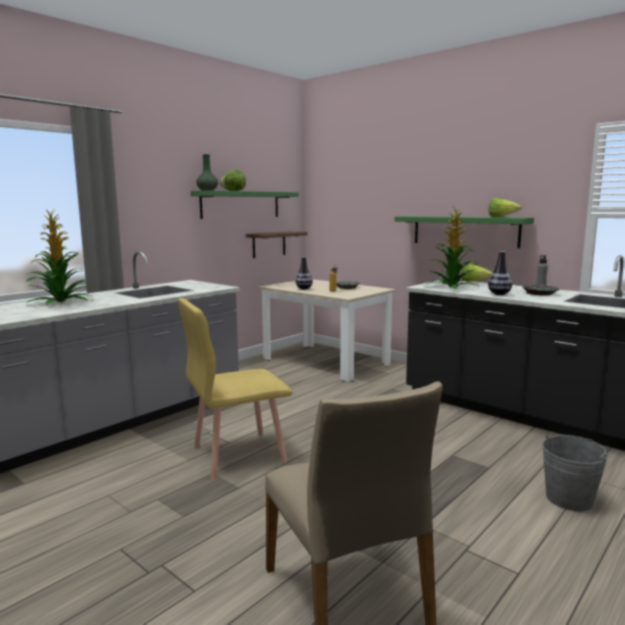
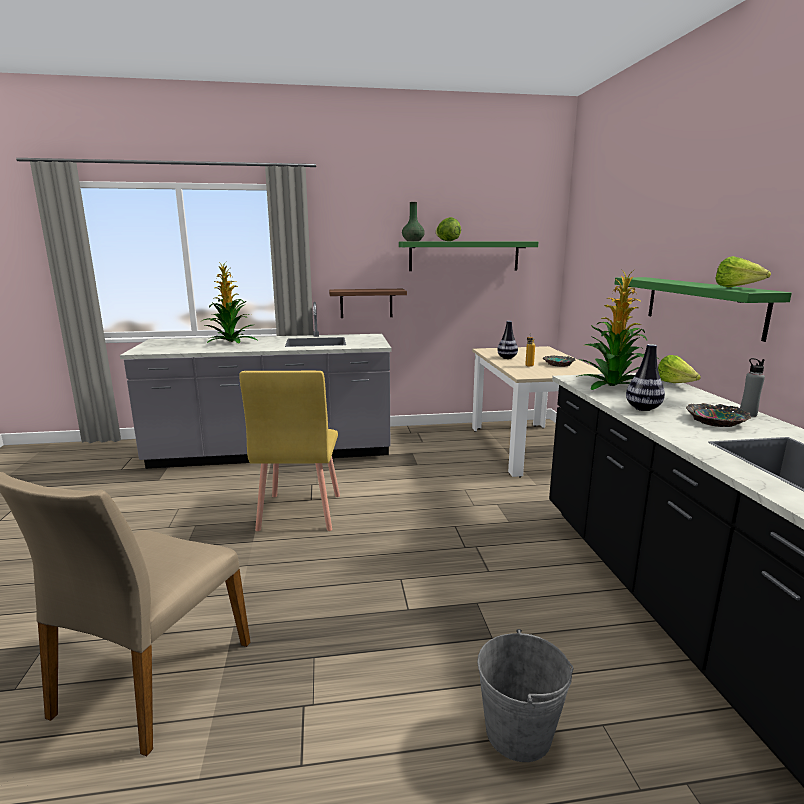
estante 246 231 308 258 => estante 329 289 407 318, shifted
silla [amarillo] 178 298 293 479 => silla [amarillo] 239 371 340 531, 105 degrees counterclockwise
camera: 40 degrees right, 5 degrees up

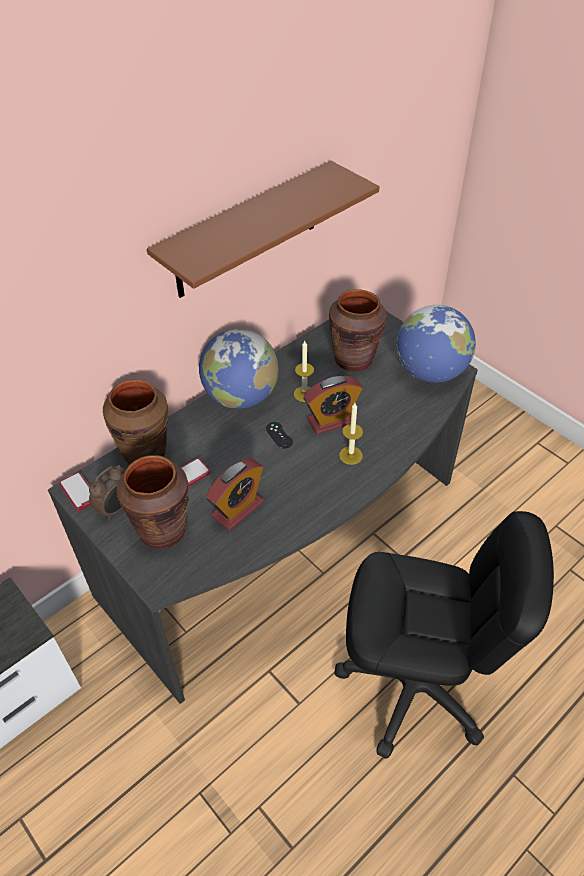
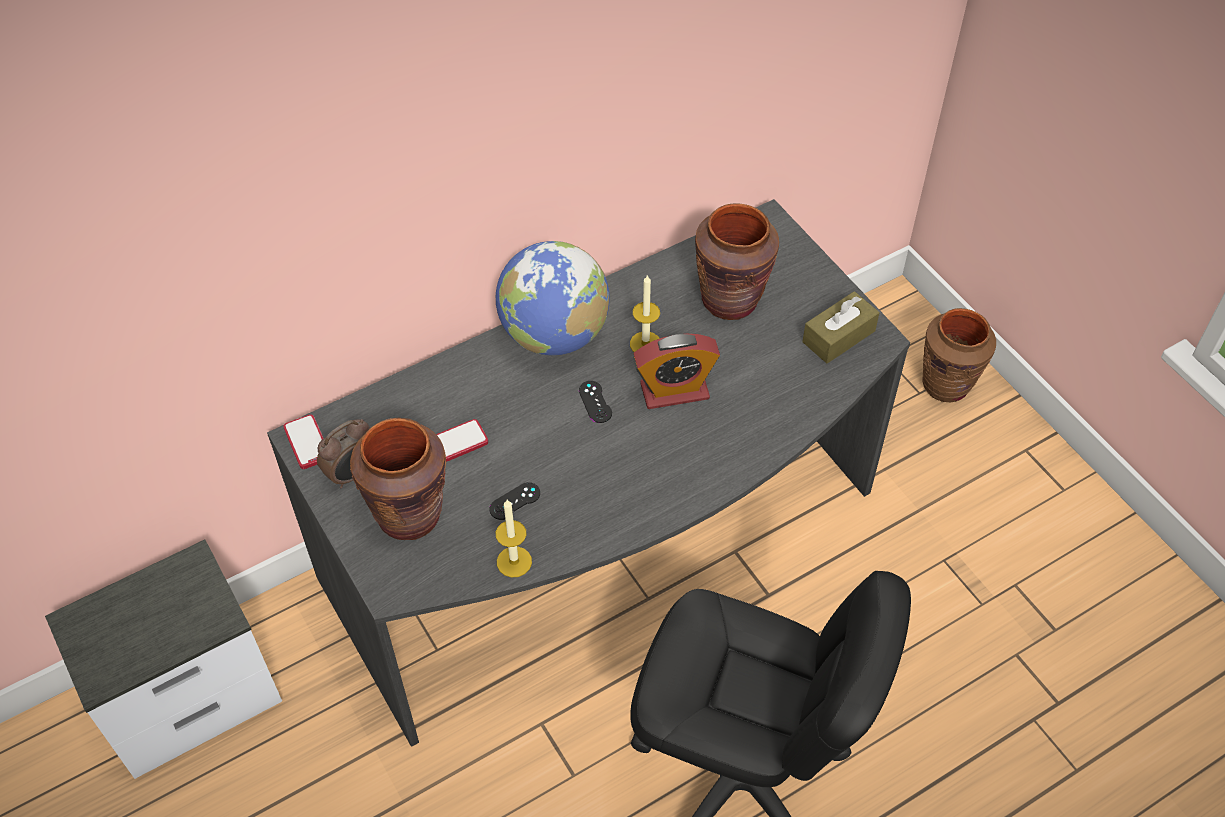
estante [marrón] 147 161 380 298 => nothing
florero [marrón] 103 380 168 465 => florero [marrón] 922 308 996 403, shifted
vela 339 403 363 465 => vela 496 500 532 578, shifted
despertador 206 458 264 530 => mando de consola [negro] 489 482 540 520
globo terráqueo 397 305 476 383 => caja de pañuelos [marrón] 802 291 879 364
camera: 10 degrees right, 5 degrees up

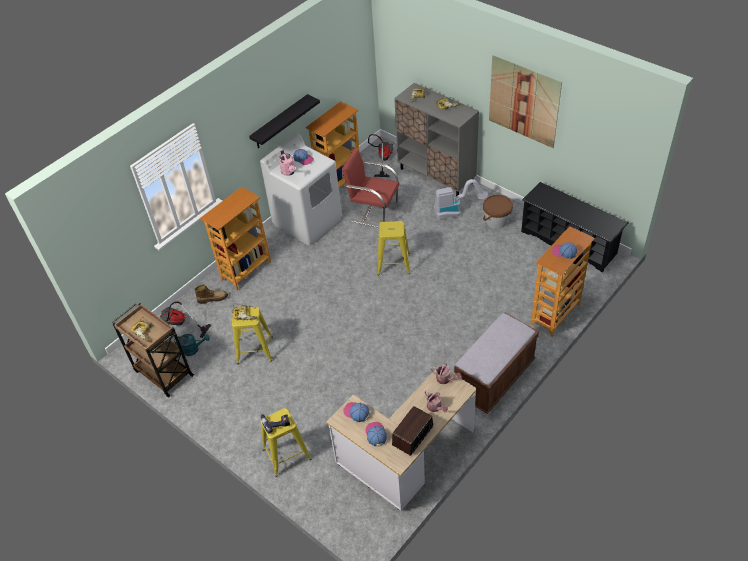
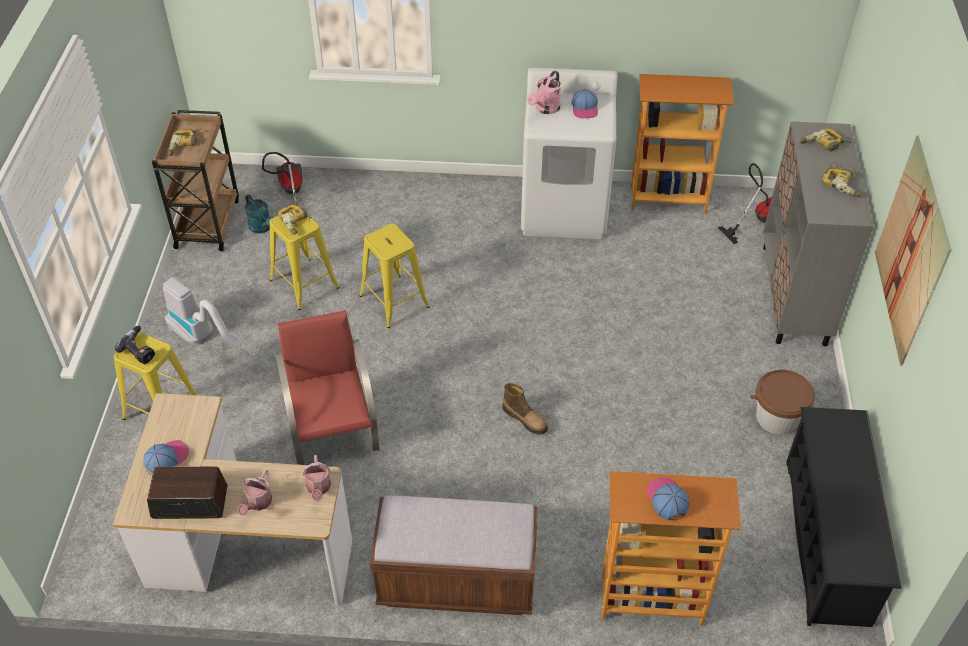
estantería 199 187 271 290 => nothing
estante [negro] 249 94 320 148 => nothing
gorra 343 402 370 422 => nothing
bota 194 285 228 304 => bota 502 383 548 435, shifted
silla [rojo] 341 148 400 228 => silla [rojo] 276 310 380 465, shifted
taburete [amarillo] 378 221 410 275 => taburete [amarillo] 359 223 430 328, shifted
aspiradora 434 179 488 221 => aspiradora 163 277 239 350, shifted
camera: 50 degrees right, 0 degrees up

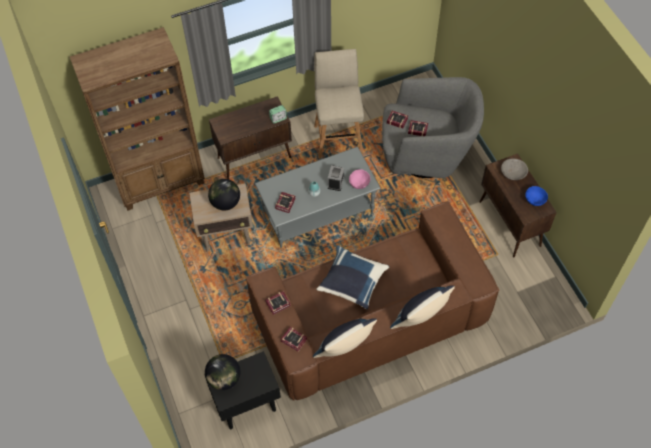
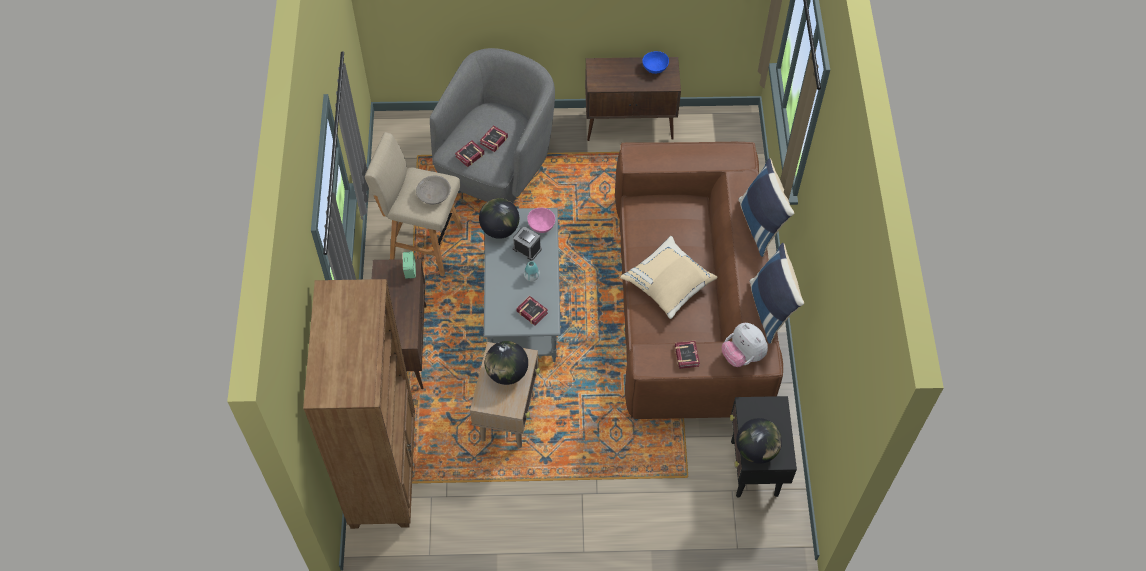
nothing => globo terráqueo 479 198 519 239
cuenco [gris] 501 159 528 180 => cuenco [gris] 416 176 451 204, shifted
libro 281 327 307 352 => peluche 722 323 768 367
cojín [azul] 316 245 390 309 => cojín [beis] 620 236 717 319
camera: 70 degrees left, 0 degrees up

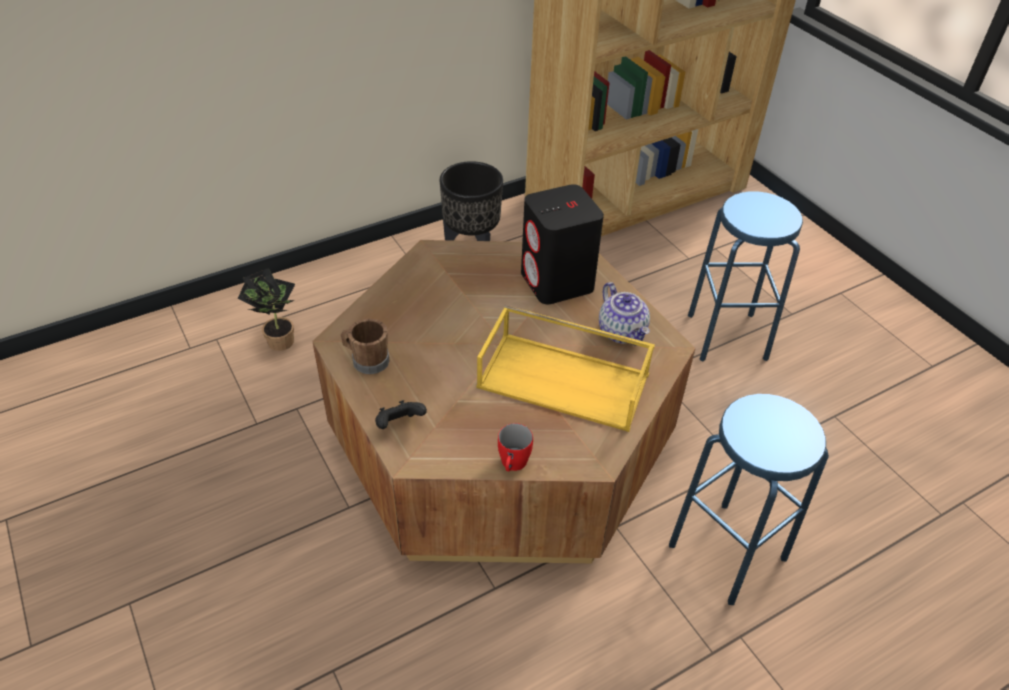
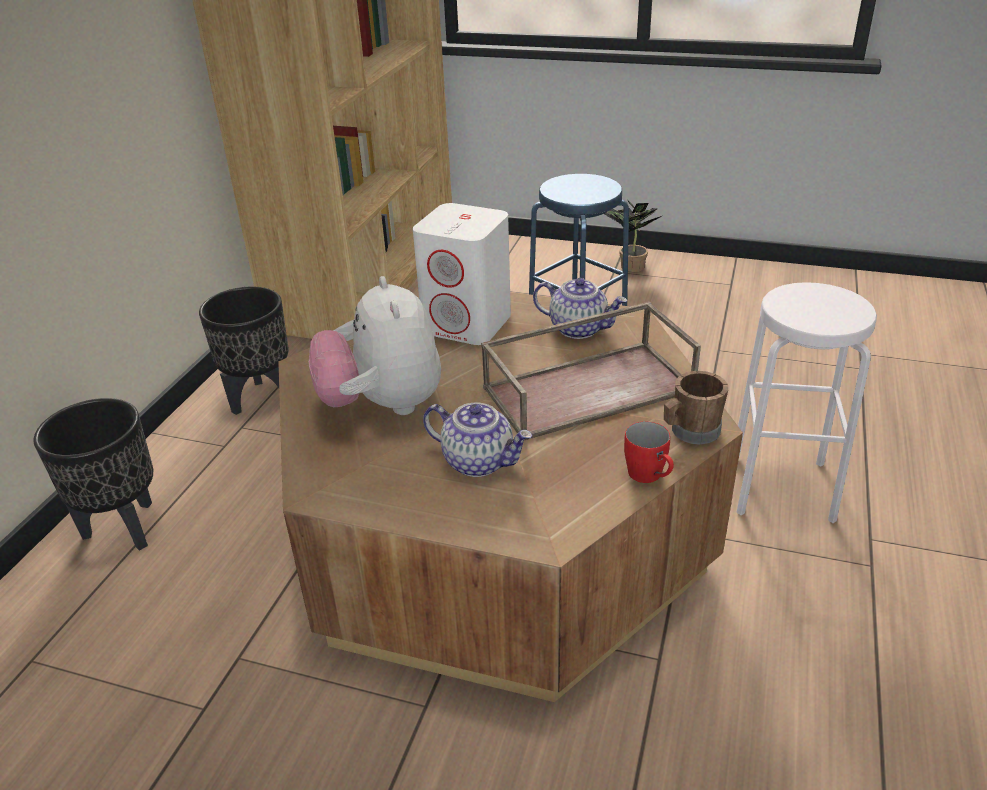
mando de consola [negro] 375 400 427 429 => nothing
nothing => maceta [negro] 33 398 153 551
nothing => peluche 309 276 441 415
nothing => tetera 423 402 532 477
planta en maceta 238 268 295 351 => planta en maceta 604 199 662 272, shifted
taza grande [marrón] 341 318 390 374 => taza grande [marrón] 664 371 728 445, shifted
bandeja [amarillo] 477 305 655 432 => bandeja [marrón] 481 302 701 440
altavoz [negro] 521 184 604 304 => altavoz [blanco] 413 203 511 345
taburete [azul] 669 394 829 605 => taburete [blanco] 737 282 877 523
camera: 40 degrees left, 10 degrees down

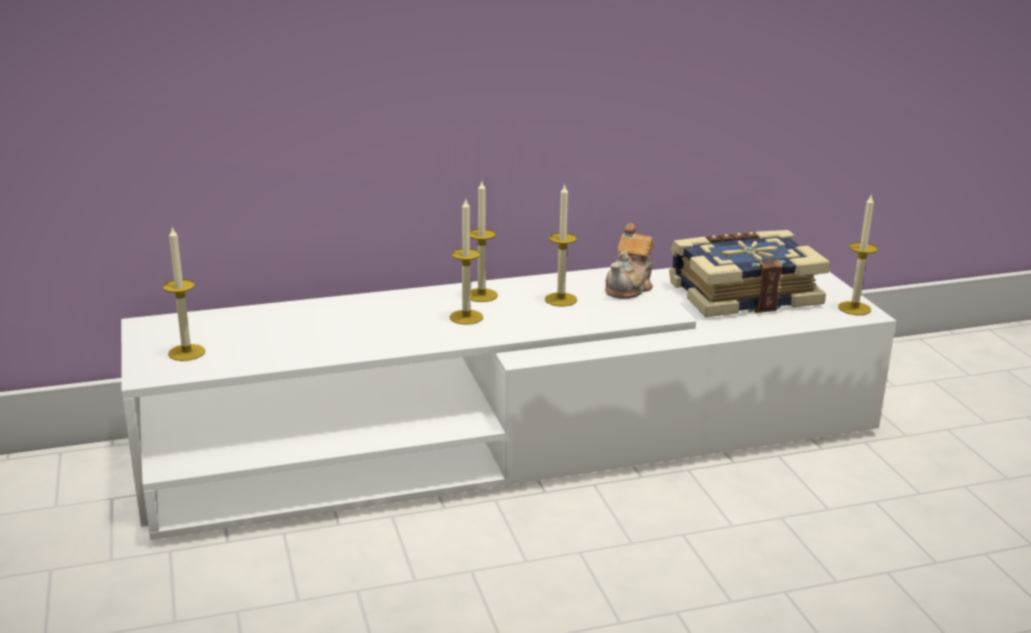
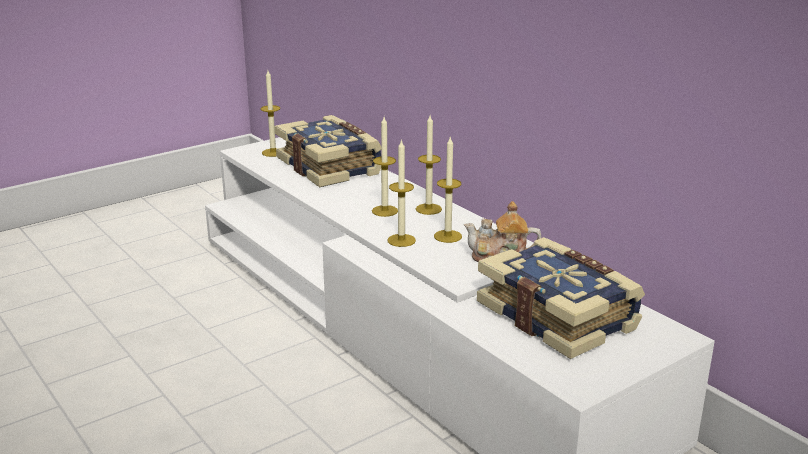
nothing => libro 275 115 382 187
vela 838 194 878 315 => vela 387 139 416 247, shifted
camera: 70 degrees right, 0 degrees up

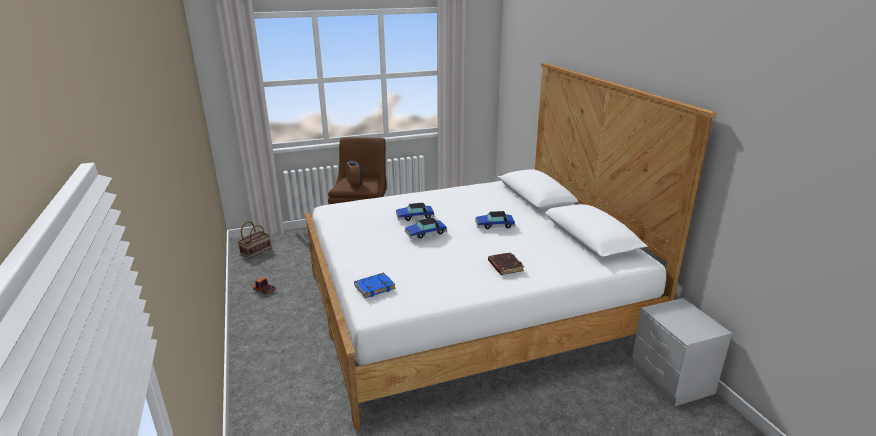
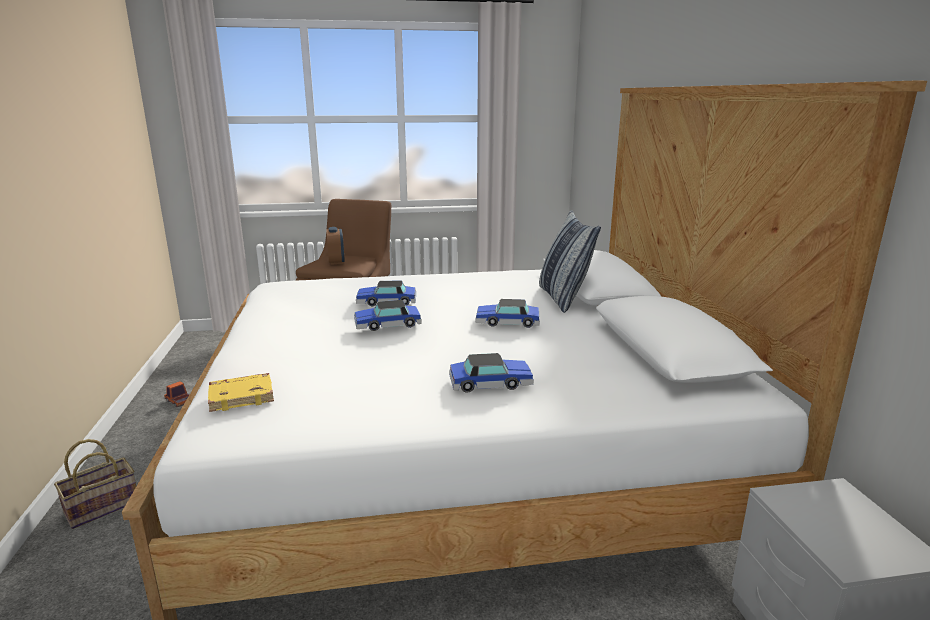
nothing => cojín 539 210 601 313
cesta 238 221 271 259 => cesta 54 439 136 529, shifted
libro [marrón] 488 252 524 275 => coche de juguete 449 353 534 393
libro [azul] 354 273 396 298 => libro [amarillo] 208 373 274 412
camera: 10 degrees right, 5 degrees down

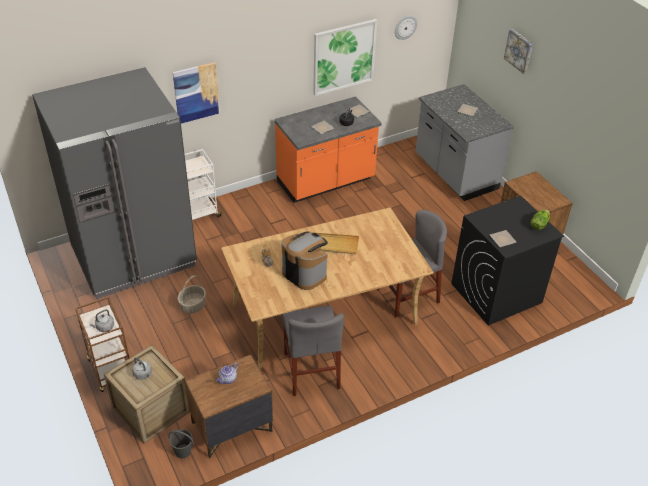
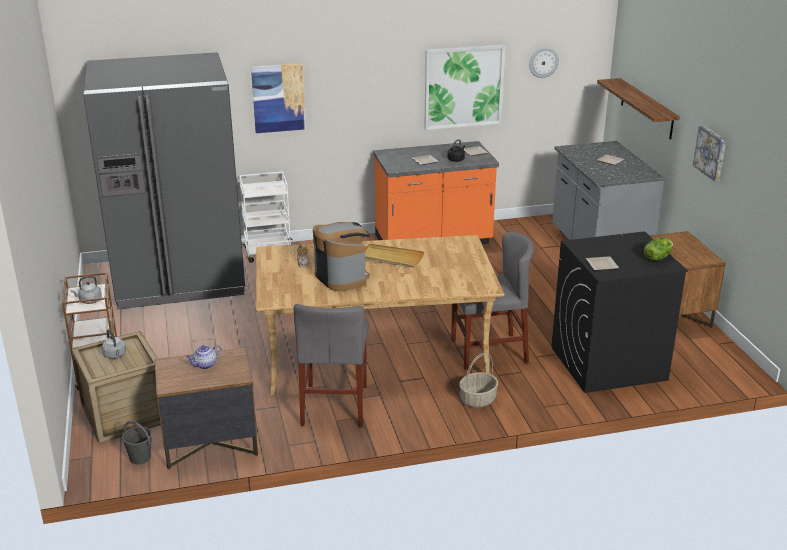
nothing => estante 597 78 680 140
cesta 178 275 206 314 => cesta 459 353 498 408, shifted
cuadro 504 29 533 74 => cuadro 693 125 726 181, shifted
camera: 15 degrees right, 15 degrees down

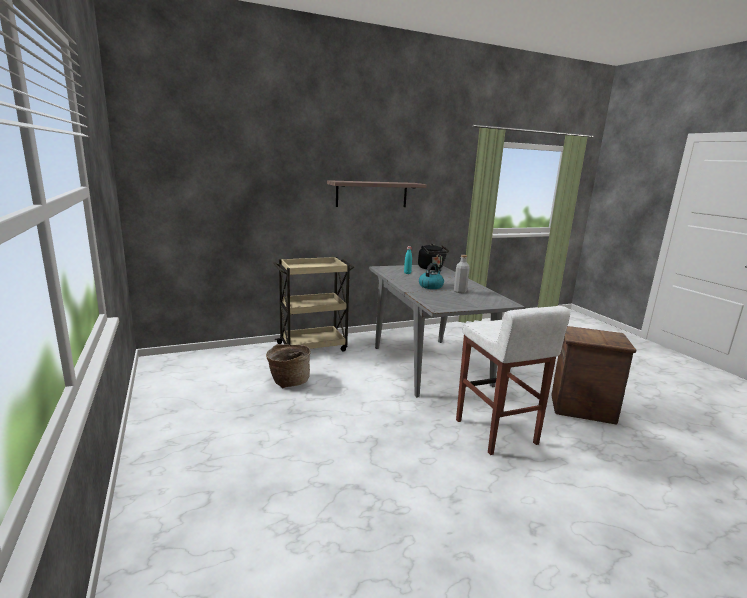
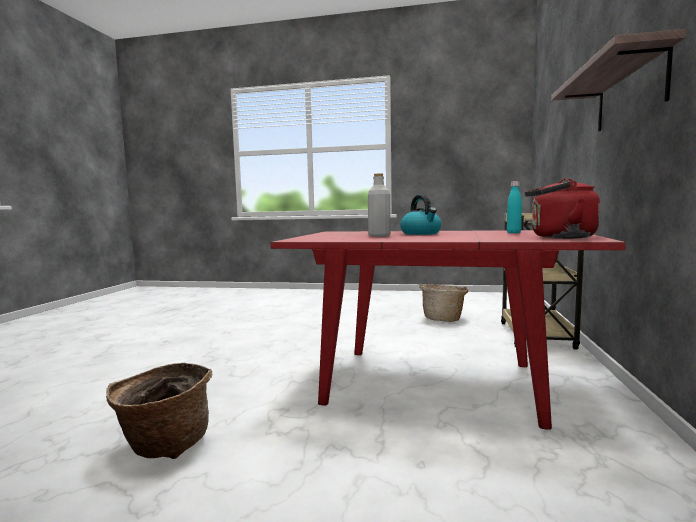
taburete [blanco] 456 306 570 455 => nothing
caja de embalaje 551 326 636 424 => cesta 106 363 212 459
mesa de comedor [gris] 369 265 525 398 => mesa de comedor [rojo] 271 230 626 430
hervidor [negro] 418 244 449 270 => hervidor [rojo] 525 178 600 239
camera: 125 degrees right, 10 degrees down

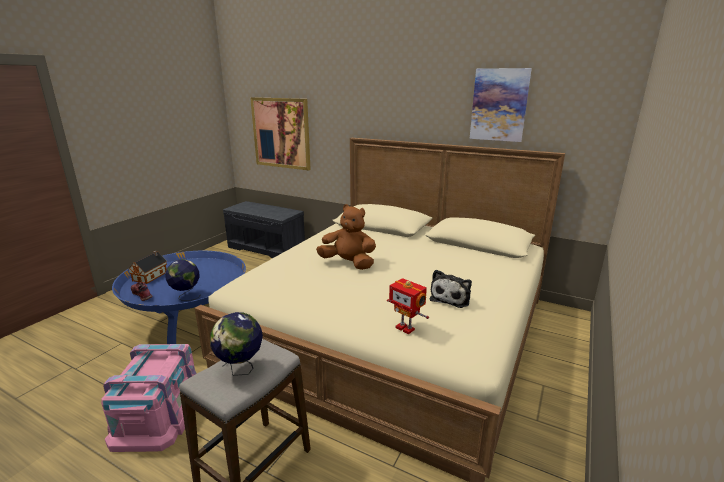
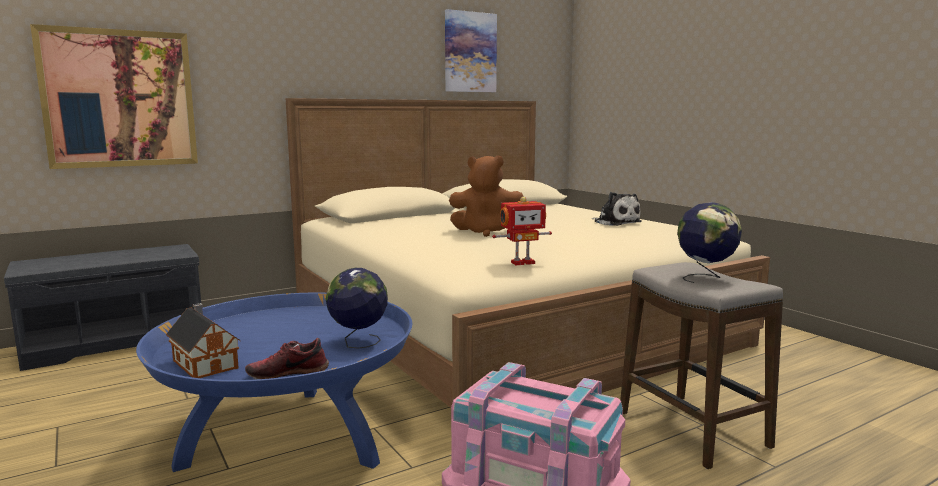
robot de juguete 387 278 429 334 => robot de juguete 492 197 552 265, shifted
peluche [marrón] 316 204 376 270 => peluche [marrón] 449 155 524 237, 135 degrees counterclockwise
camera: 60 degrees left, 10 degrees down

